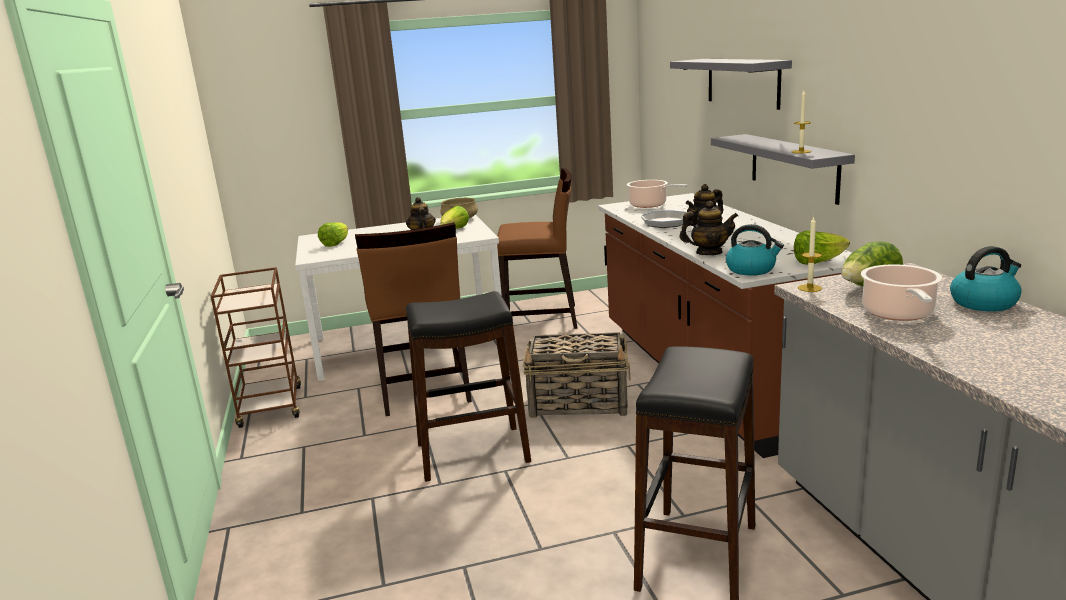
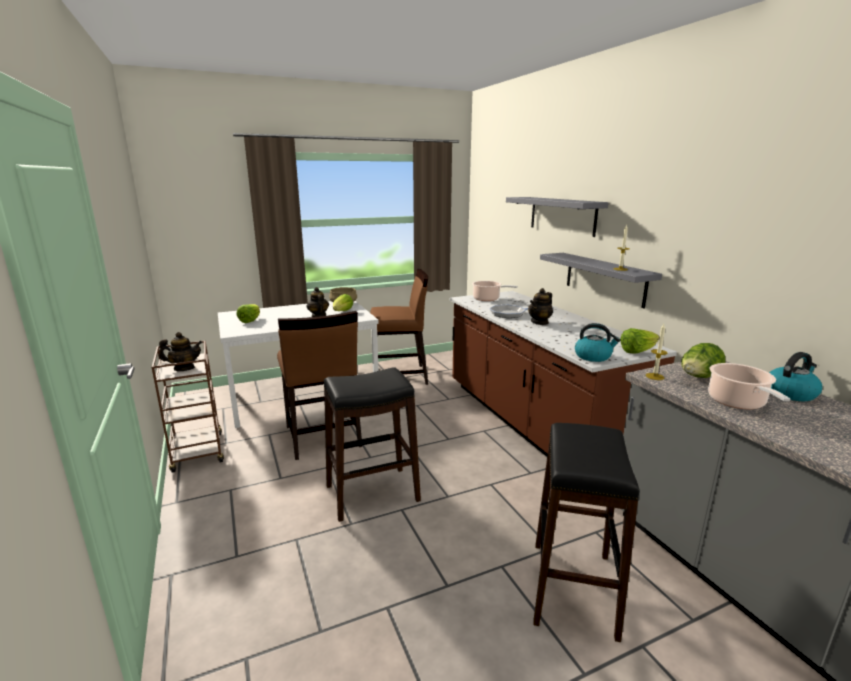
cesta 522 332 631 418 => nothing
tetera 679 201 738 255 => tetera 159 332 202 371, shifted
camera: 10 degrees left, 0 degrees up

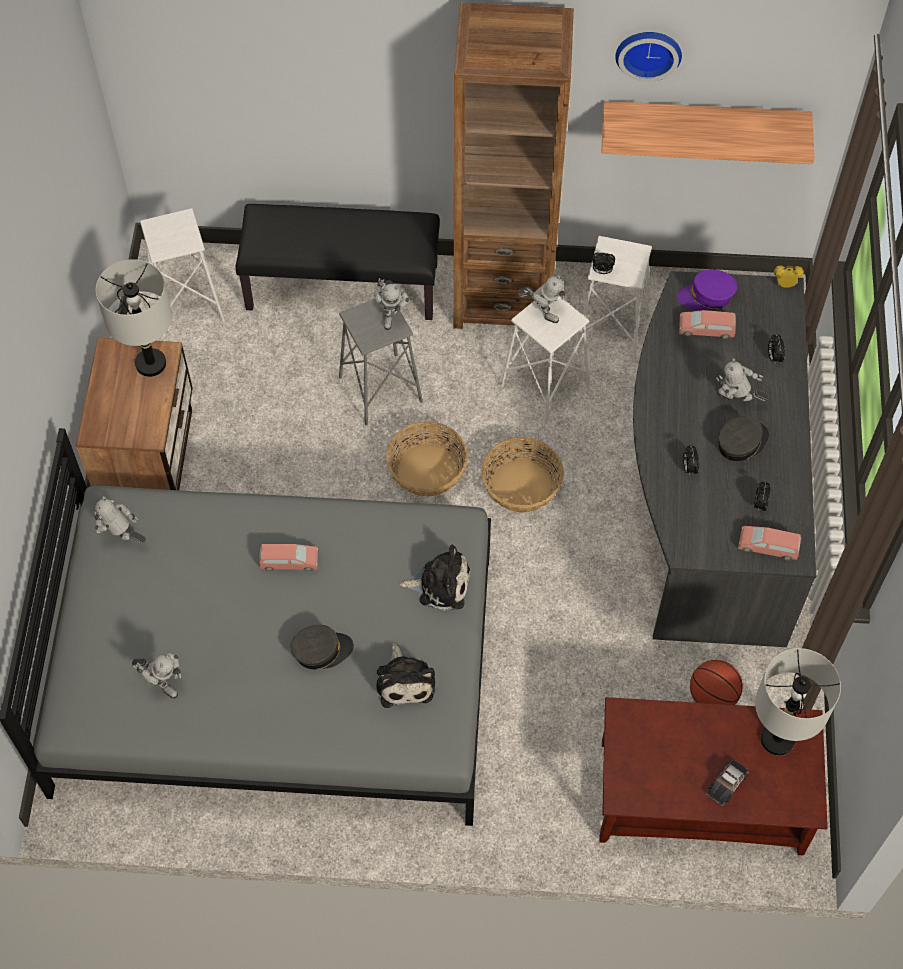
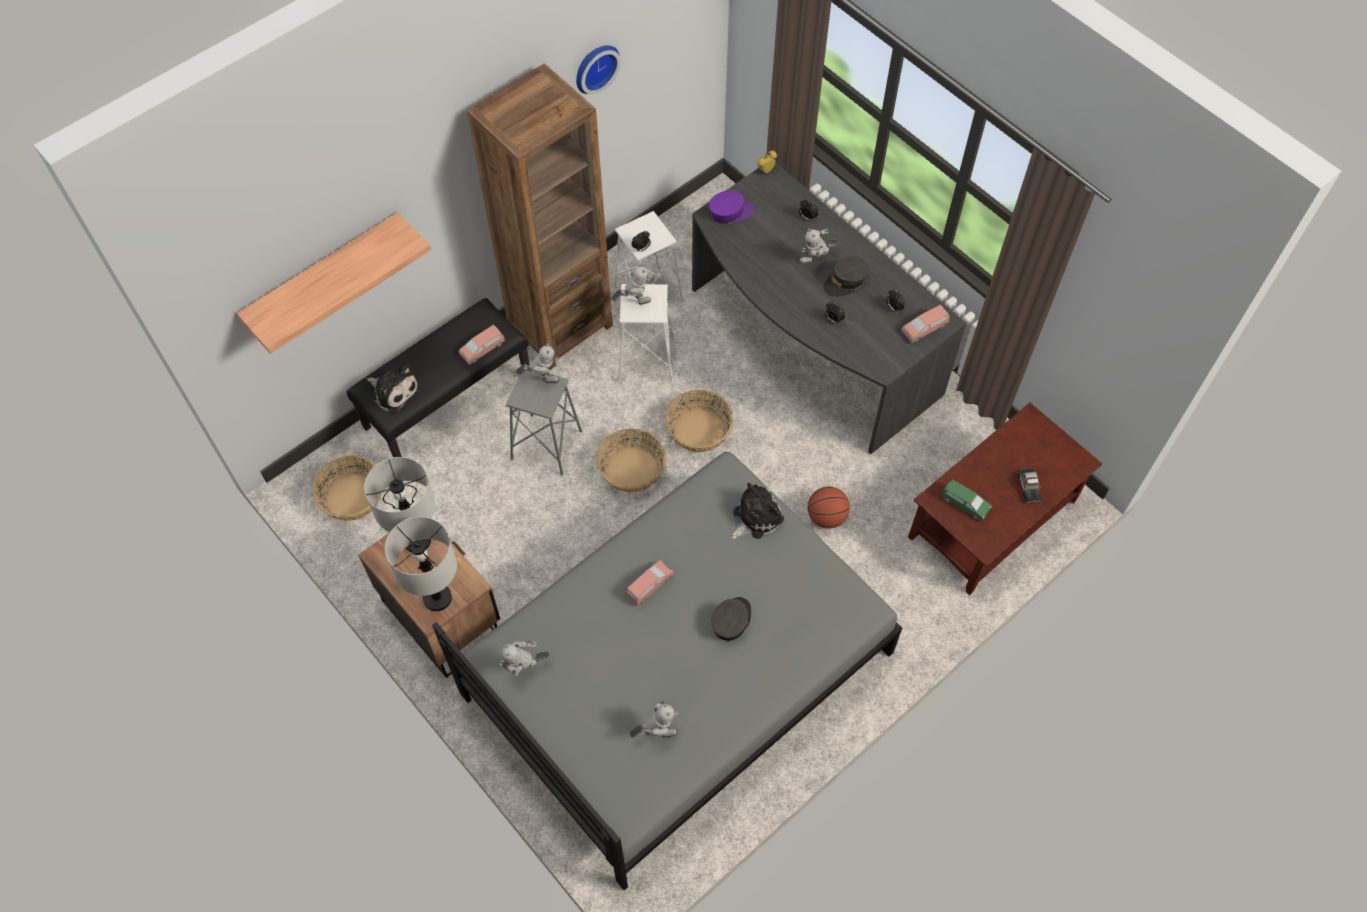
nothing => coche de juguete [verde] 941 479 992 522
peluche 376 643 435 708 => peluche 367 364 420 414, shifted
estante 602 101 815 164 => estante 237 212 431 354, shifted
coche de juguete [rosa] 679 310 736 339 => coche de juguete [rosa] 459 325 505 365, shifted
balón de baloncesto 690 660 743 705 => balón de baloncesto 808 487 850 529, shifted
lámpara de mesa [gris] 755 648 841 755 => lámpara de mesa [gris] 385 517 457 611, shifted
taburete [blanco] 140 208 225 337 => cesta 312 456 382 521
robot de juguete 374 278 410 330 => robot de juguete 516 343 560 383, 45 degrees counterclockwise
gorra [morado] 677 269 737 311 => gorra [morado] 709 190 754 224, 150 degrees counterclockwise
gorra [gris] 718 416 769 461 => gorra [gris] 823 256 868 297, 135 degrees counterclockwise
camera: 45 degrees left, 0 degrees up

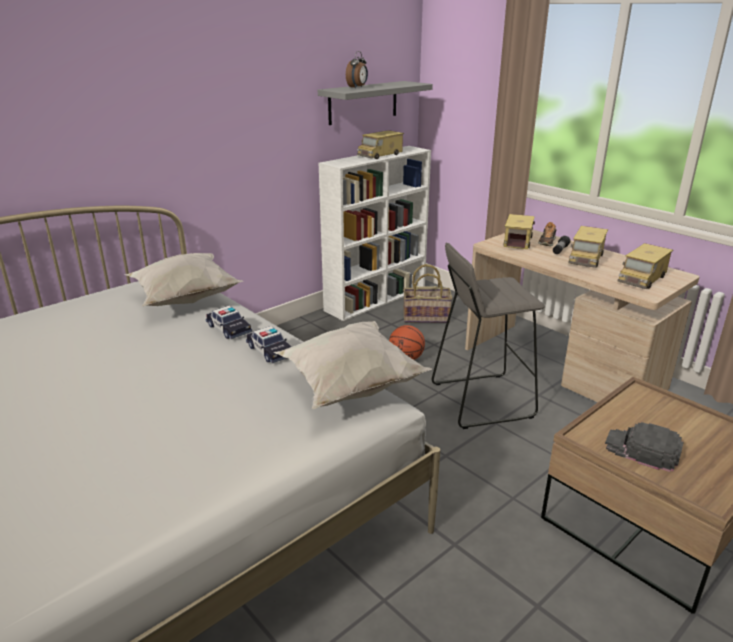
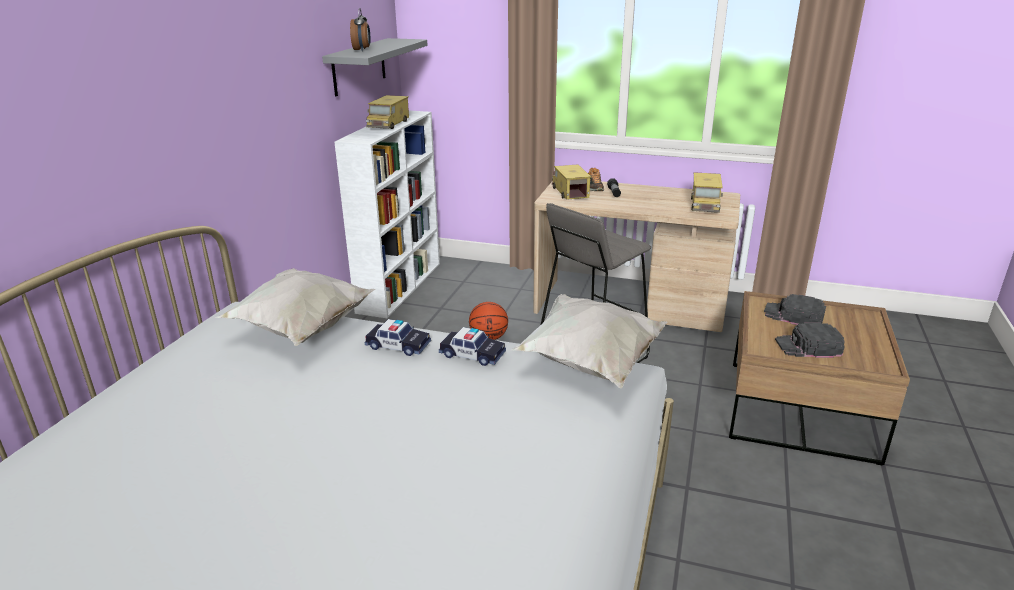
cesta 403 264 452 323 => nothing
camión de juguete 569 226 608 268 => nothing
nothing => gorra [negro] 764 294 826 325
camera: 30 degrees left, 0 degrees up

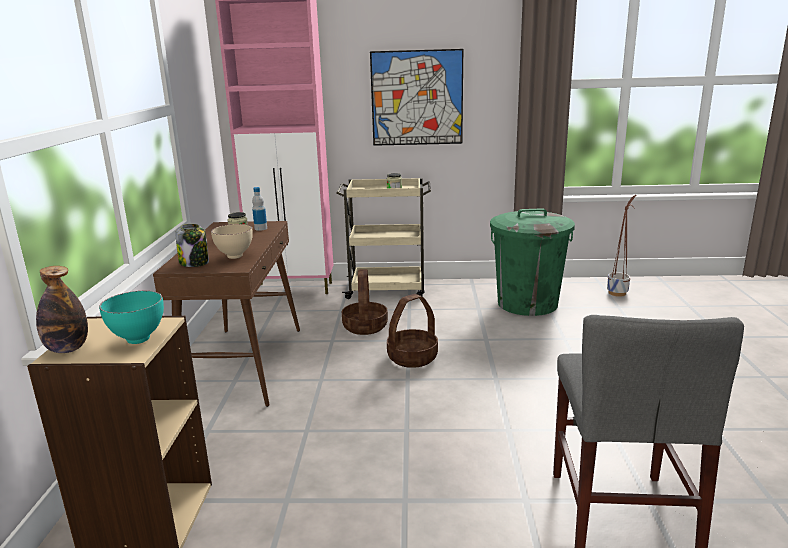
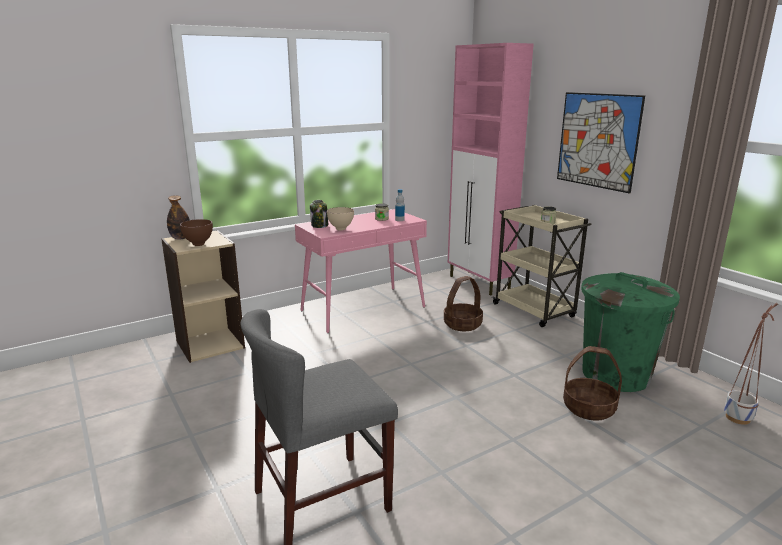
cesta 387 294 438 368 => cesta 563 346 622 421, shifted
cuenco [turquesa] 99 291 164 344 => cuenco [marrón] 180 219 213 246
mesa consola [marrón] 153 221 300 407 => mesa consola [rosa] 295 209 427 333
camera: 55 degrees right, 0 degrees up

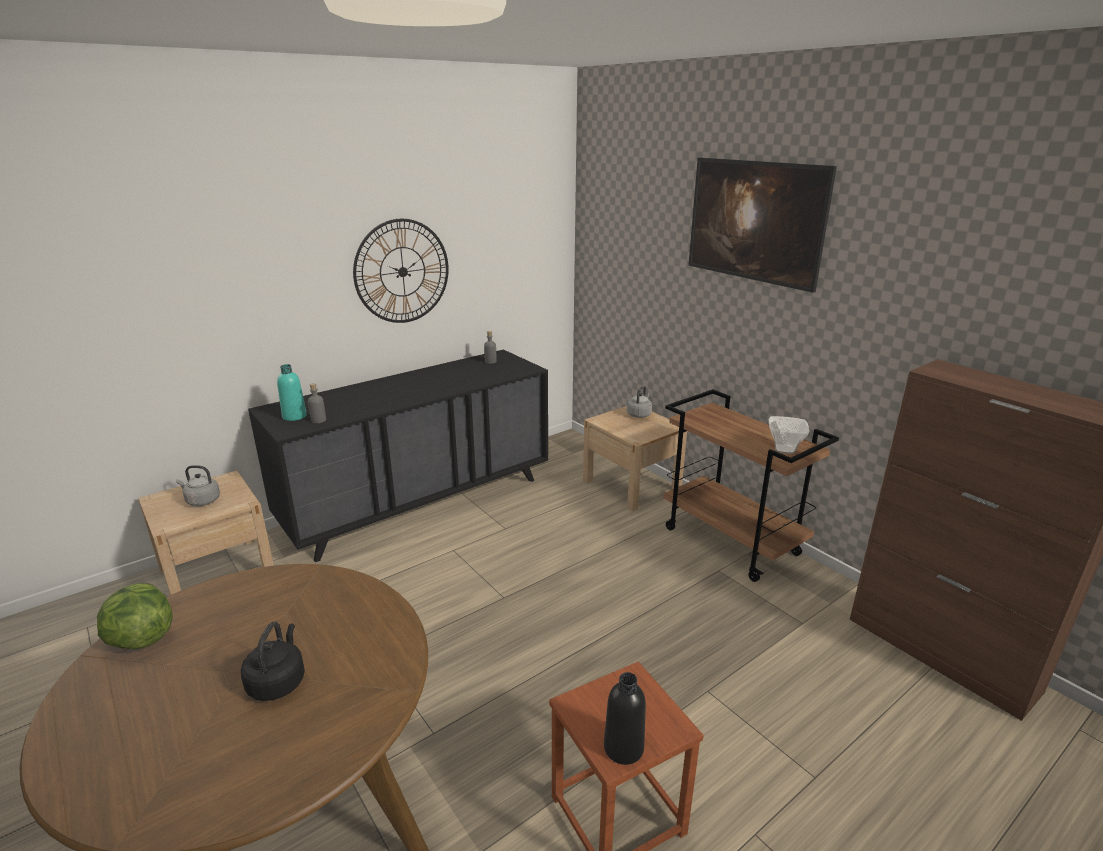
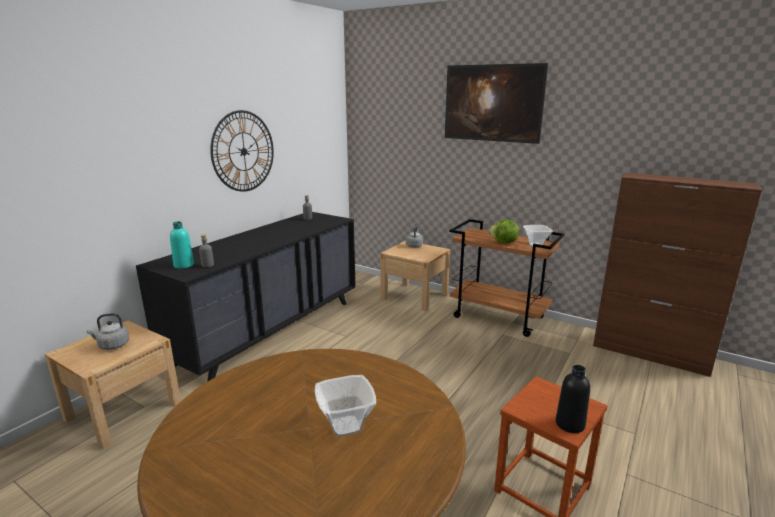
lechuga 97 583 173 649 => lechuga 489 220 519 243, shifted
hervidor [negro] 241 622 305 701 => cuenco 315 375 376 437
camera: 20 degrees left, 5 degrees down

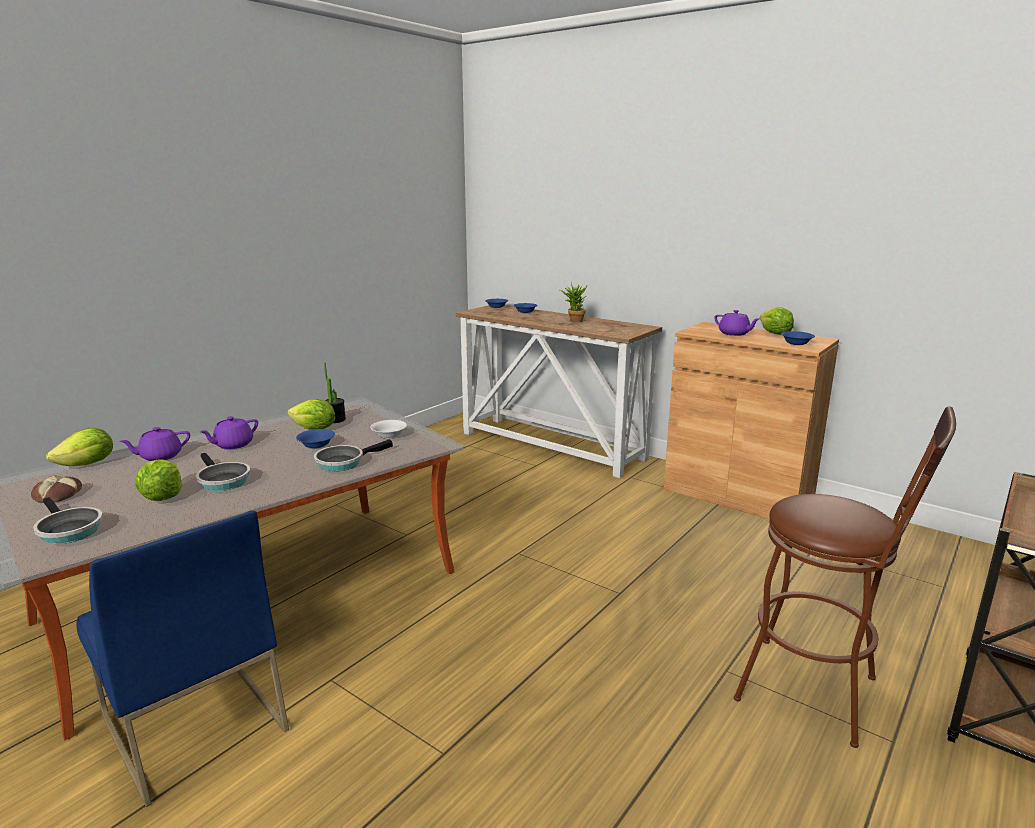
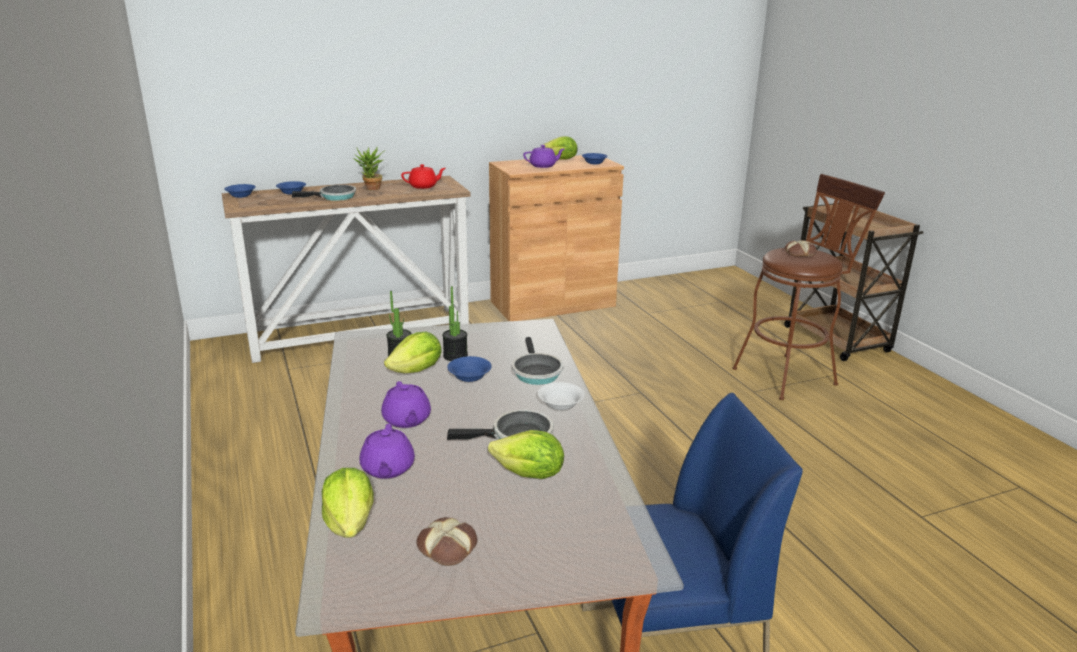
nothing => tetera [rojo] 401 164 446 189
nothing => planta en maceta 442 286 468 361
nothing => pan 785 240 817 257
sartén 33 497 103 544 => sartén 292 185 356 201, shifted
cuenco [blanco] 370 420 407 438 => cuenco [blanco] 538 382 584 410, shifted
camera: 60 degrees left, 5 degrees up

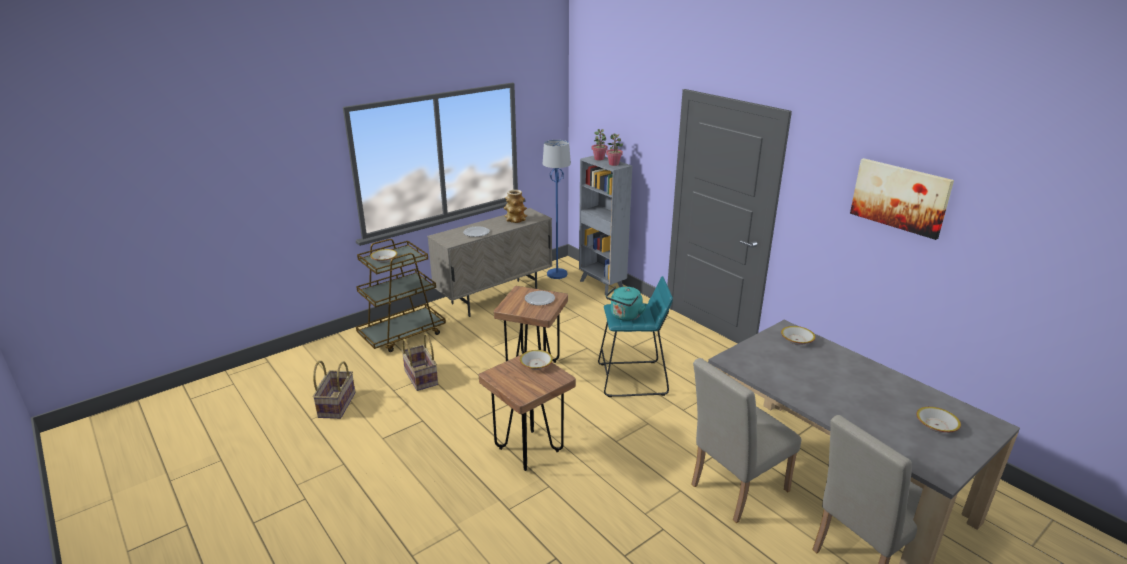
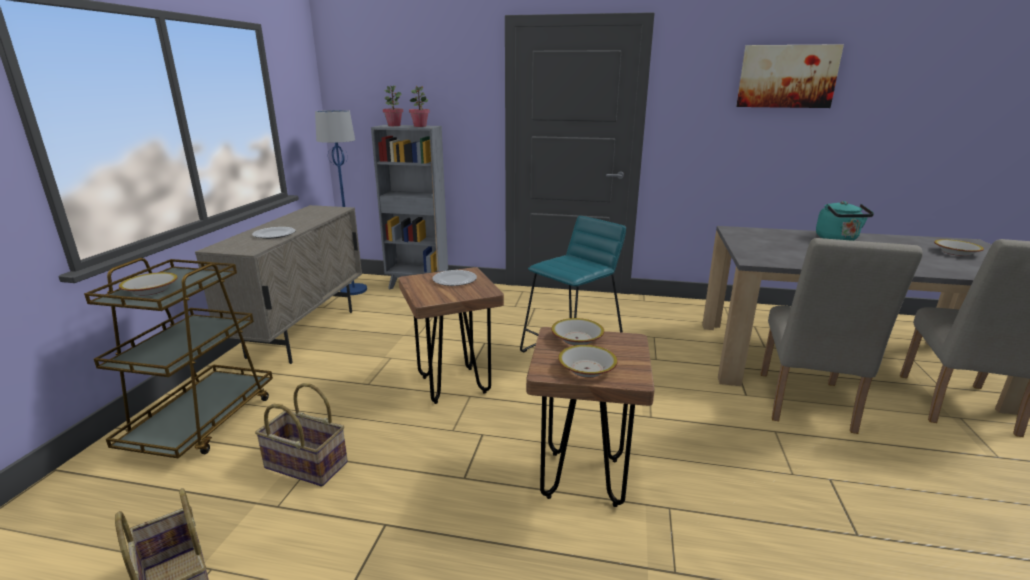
florero 504 190 527 223 => nothing
hervidor [turquesa] 606 286 647 321 => hervidor [turquesa] 816 201 874 241, shifted
cuenco 781 326 815 345 => cuenco 558 345 617 377, shifted
camera: 40 degrees left, 5 degrees down

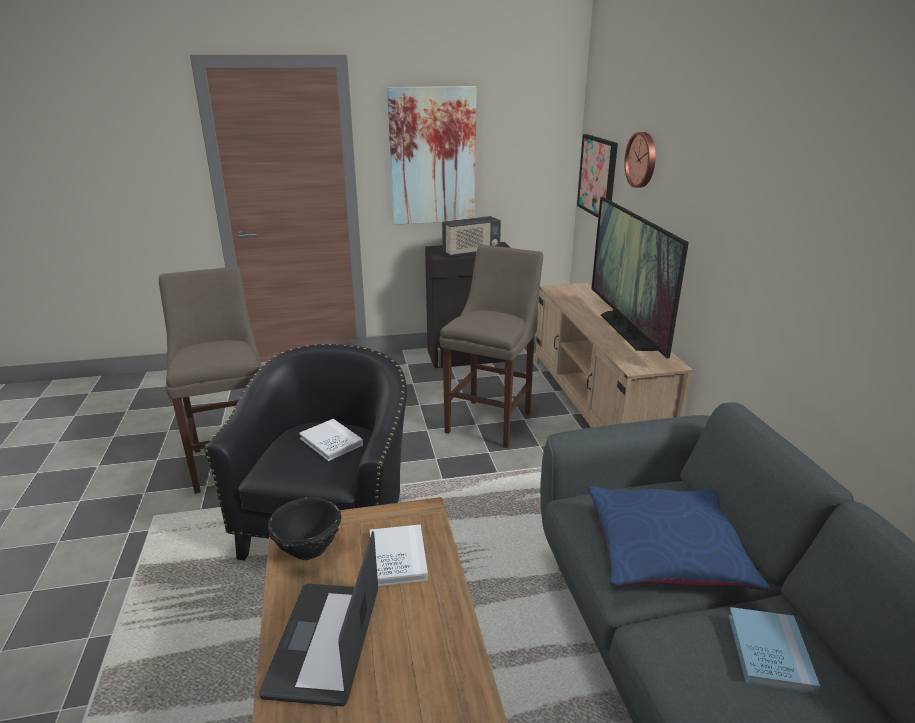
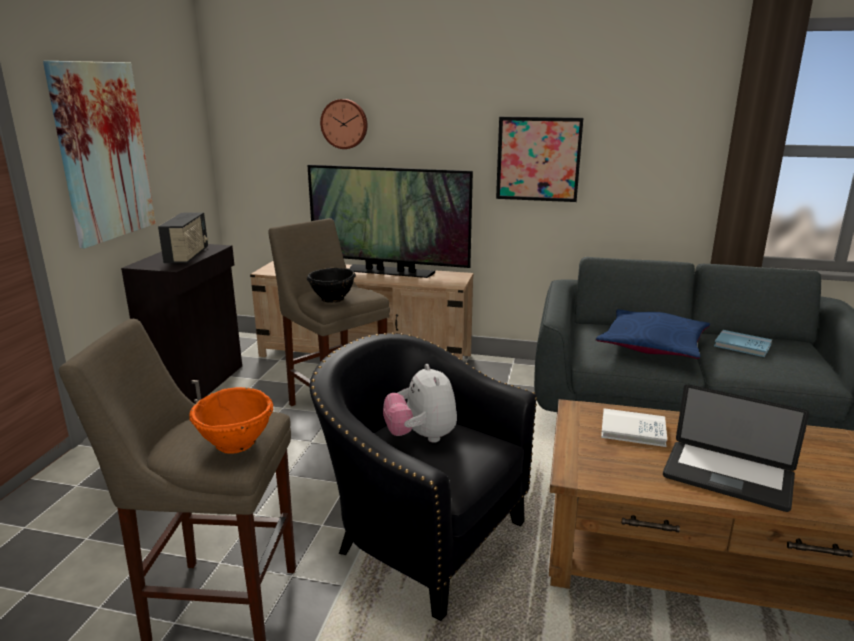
nothing => cuenco [naranja] 189 387 273 453
cuenco [negro] 268 497 342 560 => cuenco [negro] 307 268 356 303, shifted
cuadro 577 134 618 218 => cuadro 496 117 583 202, shifted
libro [blanco] 299 419 363 461 => peluche 383 364 457 443
camera: 65 degrees left, 5 degrees down

